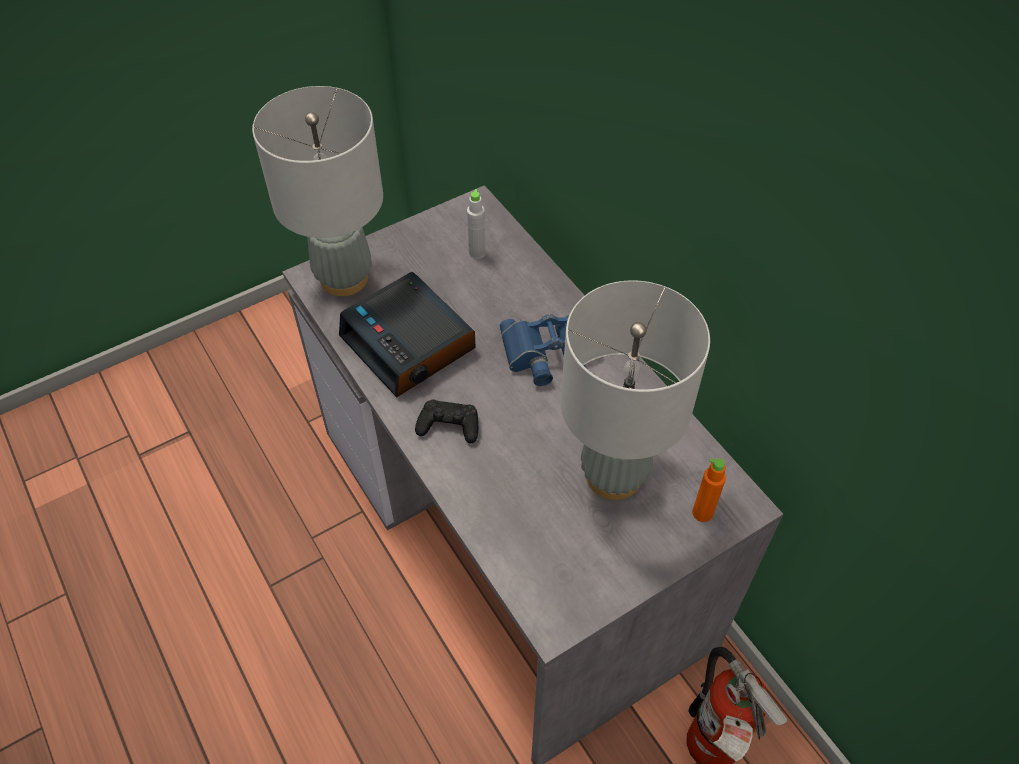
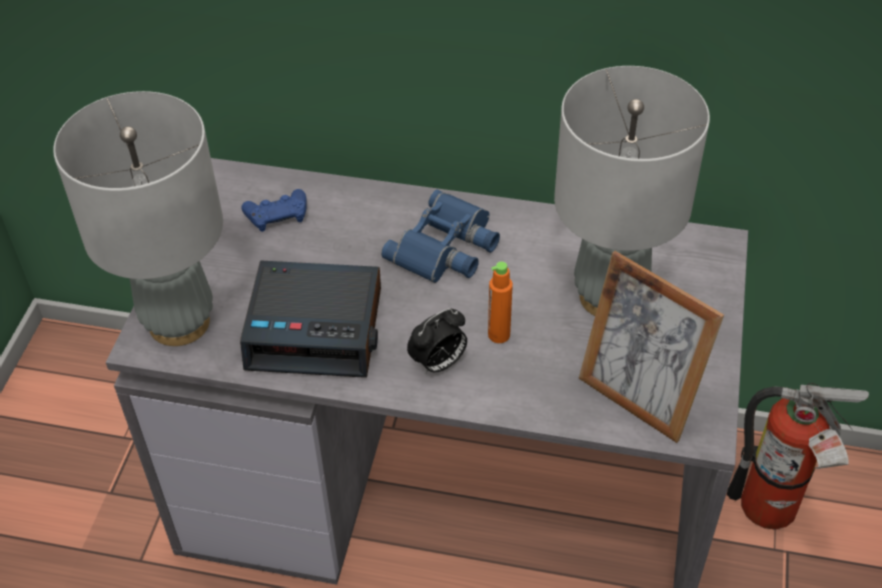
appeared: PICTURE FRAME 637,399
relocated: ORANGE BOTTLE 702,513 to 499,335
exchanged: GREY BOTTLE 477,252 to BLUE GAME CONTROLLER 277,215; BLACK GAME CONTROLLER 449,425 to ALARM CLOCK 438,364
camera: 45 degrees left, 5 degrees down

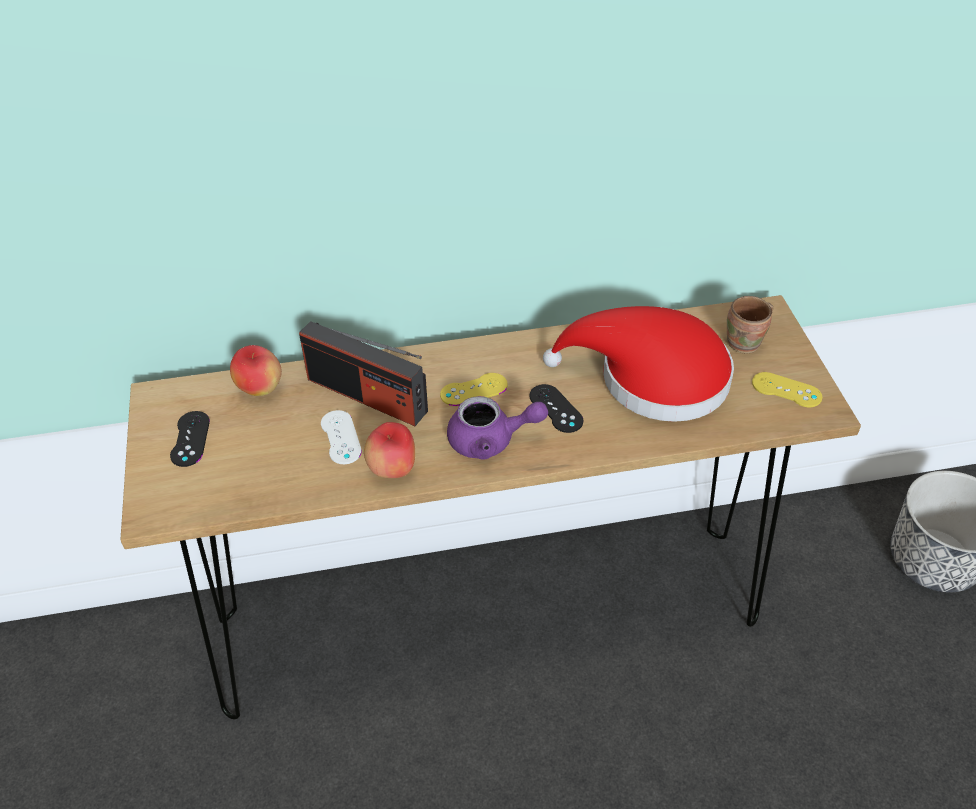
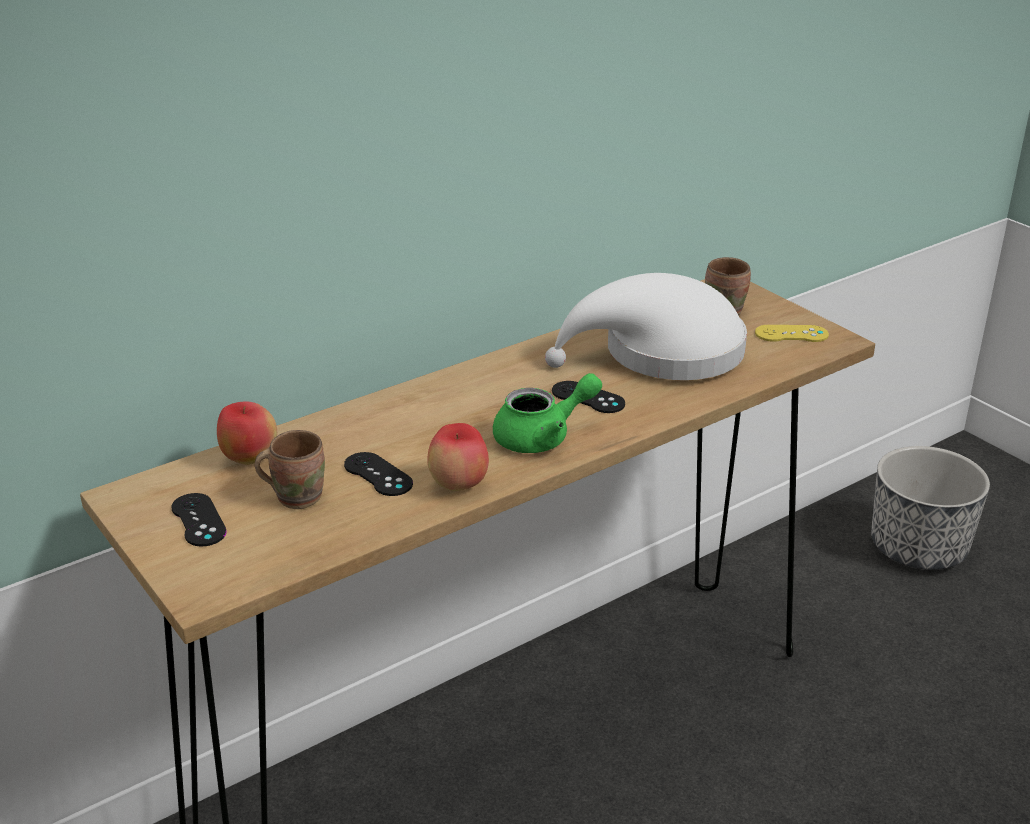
missing: RADIO 367,395; YELLOW GAME CONTROLLER 474,390
appeared: BROWN MUG 296,496
colour: WHITE GAME CONTROLLER 341,437 to BLACK GAME CONTROLLER 378,474; PURPLE TEAPOT 491,440 to GREEN TEAPOT 543,437; RED HAT 652,378 to WHITE HAT 662,354
camera: 25 degrees left, 15 degrees down

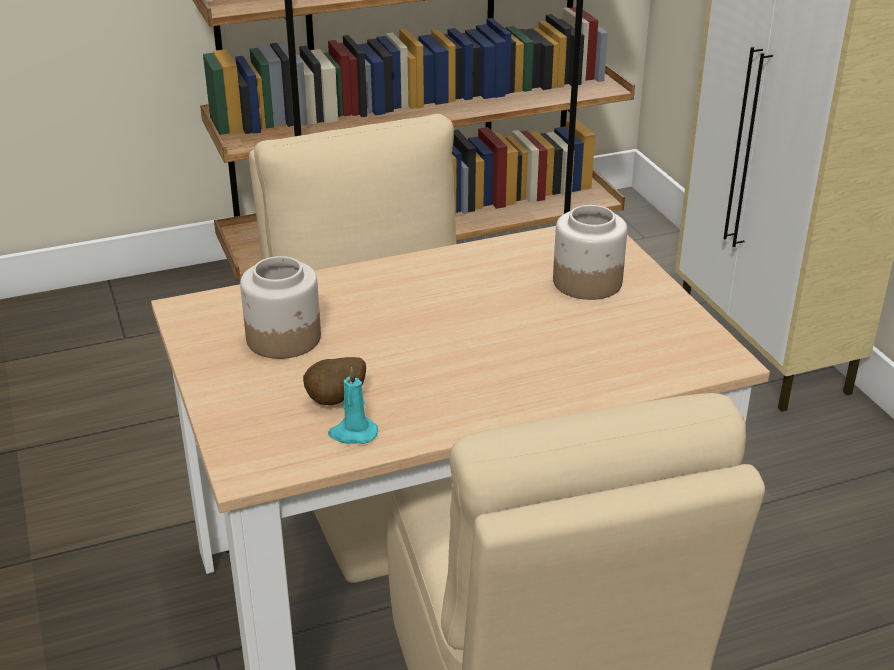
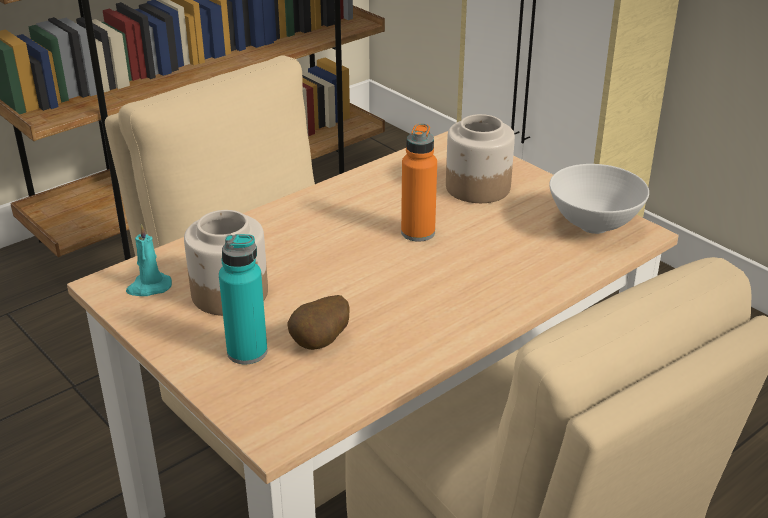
appeared: TURQUOISE BOTTLE 247,352; ORANGE BOTTLE 418,232; WHITE BOWL 594,226
relocated: TURQUOISE CANDLE 353,433 to 149,287
camera: 20 degrees left, 0 degrees up

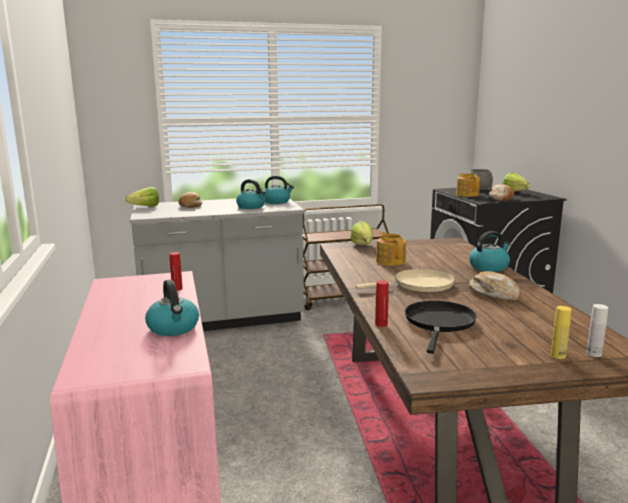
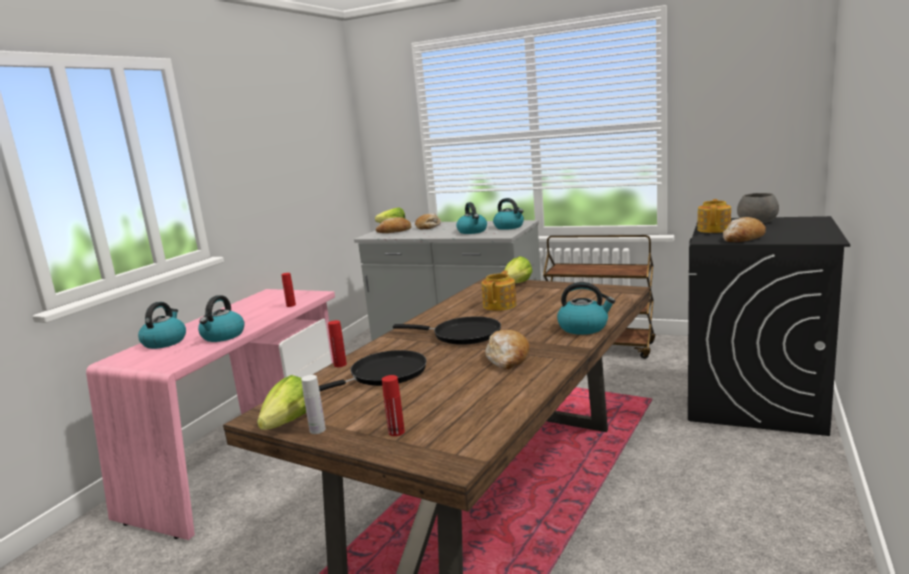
appeared: KETTLE 165,342; BREAD 395,231
relocated: LETTUCE 516,193 to 283,426; WHITE BOTTLE 594,353 to 317,430
colour: YELLOW BOTTLE 558,355 to RED BOTTLE 396,432; BEIGE FRYING PAN 419,285 to BLACK FRYING PAN 462,335
camera: 40 degrees right, 0 degrees up

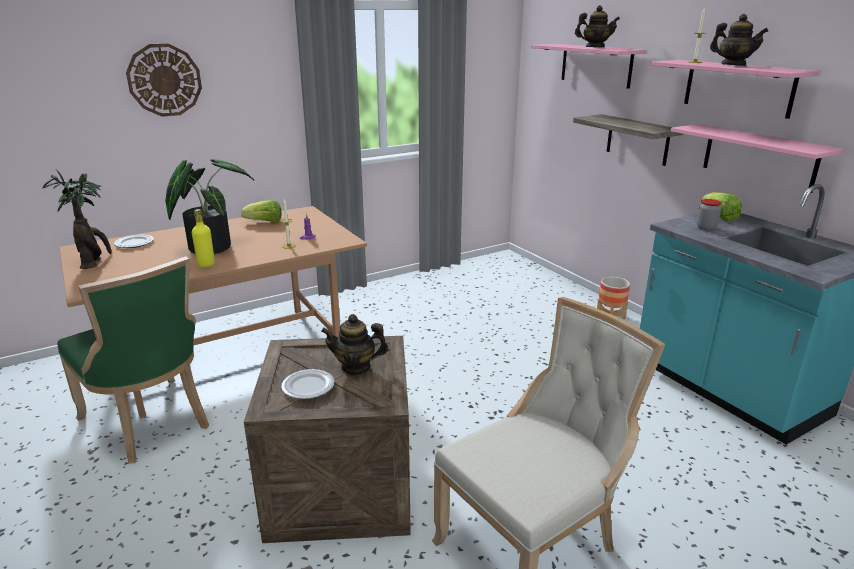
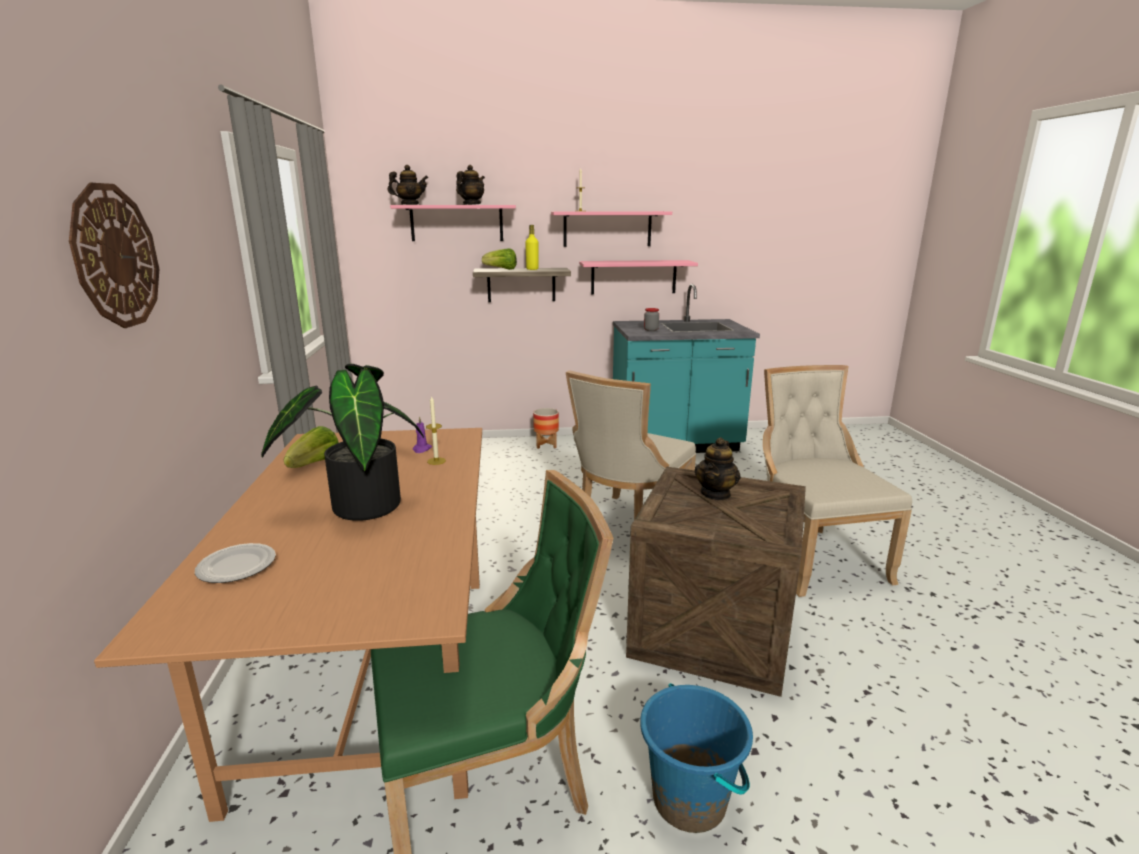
missing: POTTED PLANT 94,262; PLATE 307,386
appeared: BEIGE CHAIR 627,528; BLUE BUCKET 690,800
relocated: TEAPOT 733,65 to 409,204; LETTUCE 718,217 to 501,269; YELLOW BOTTLE 206,264 to 532,269
camera: 65 degrees left, 5 degrees down

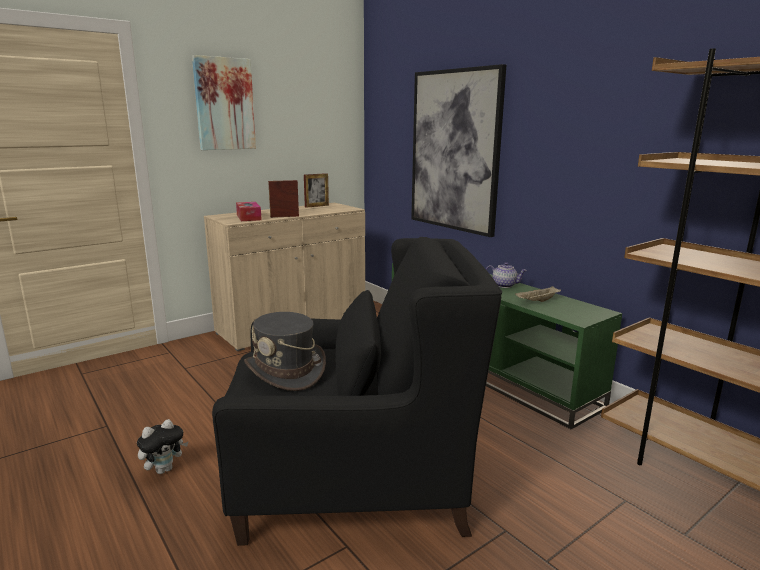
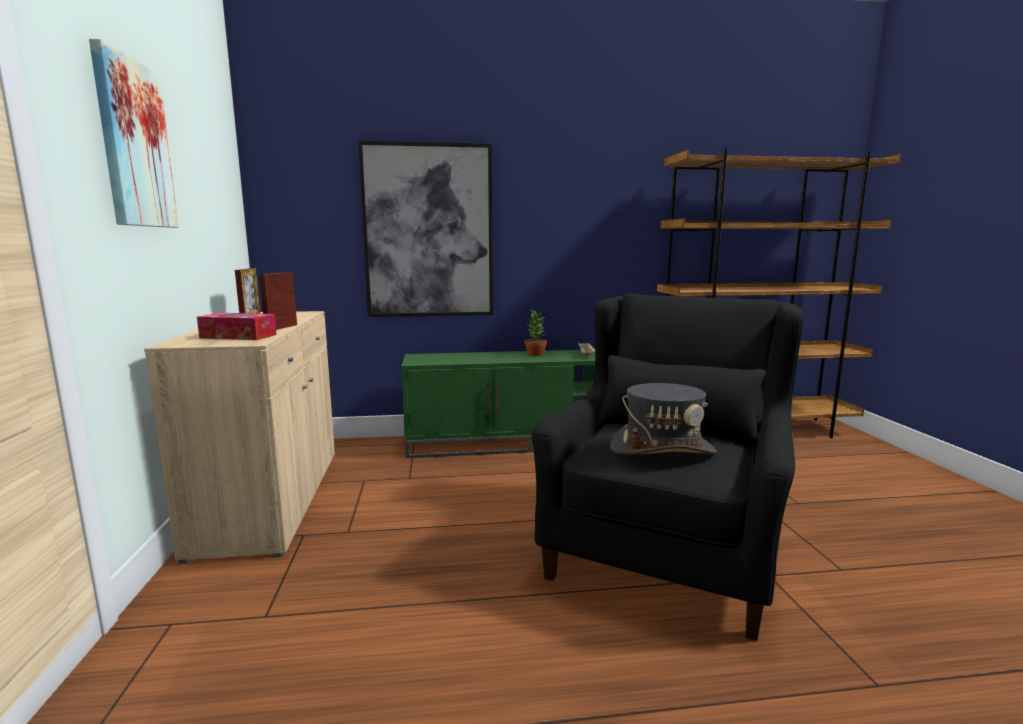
missing: PLUSH TOY 164,469
exchanged: TEAPOT 504,285 to POTTED PLANT 535,354
camera: 60 degrees left, 5 degrees down

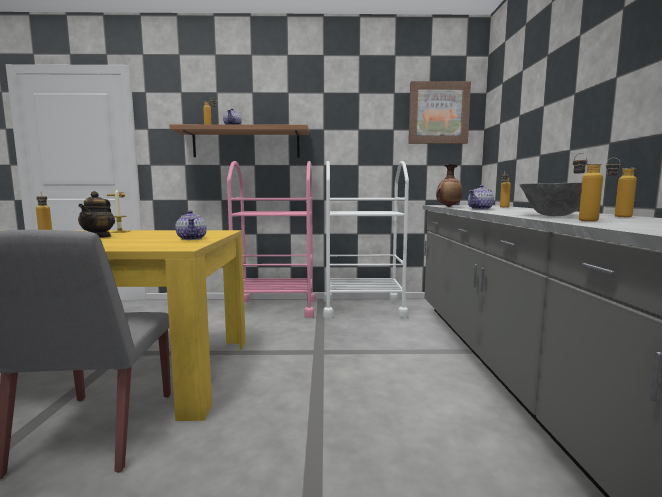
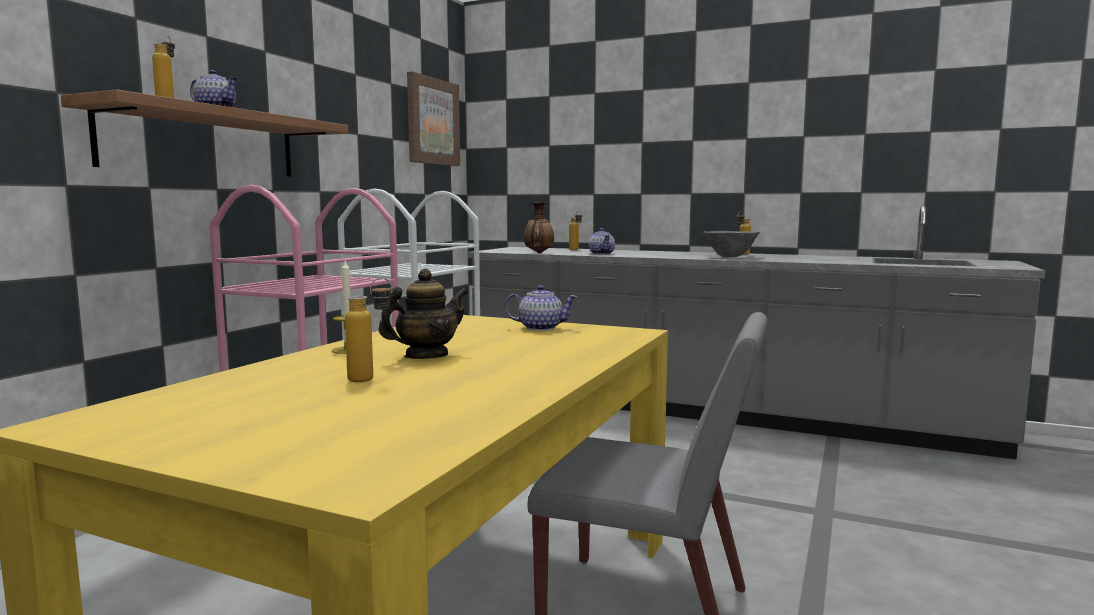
missing: BOTTLE 581,220
spun: TEAPOT 99,236 = 426,356 60 degrees counterclockwise
camera: 65 degrees left, 0 degrees up

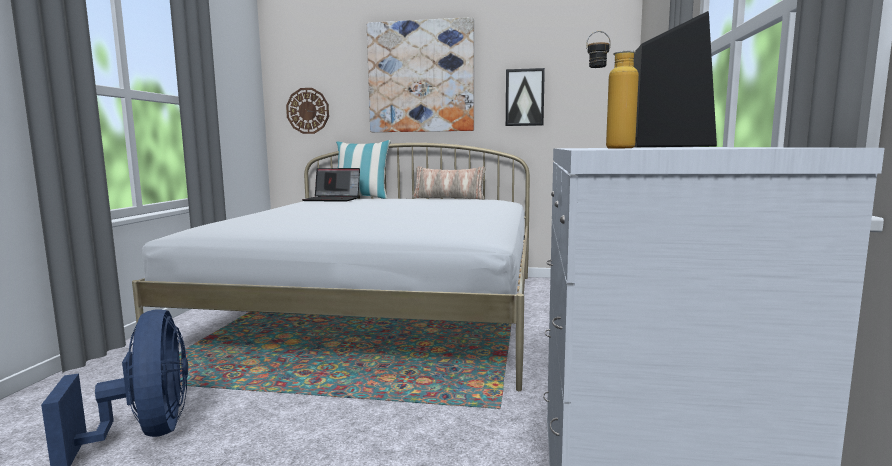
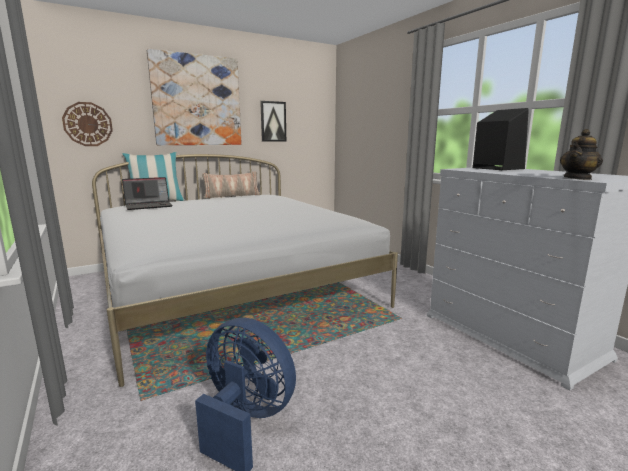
exchanged: BOTTLE 608,148 to TEAPOT 578,178
camera: 40 degrees left, 5 degrees up

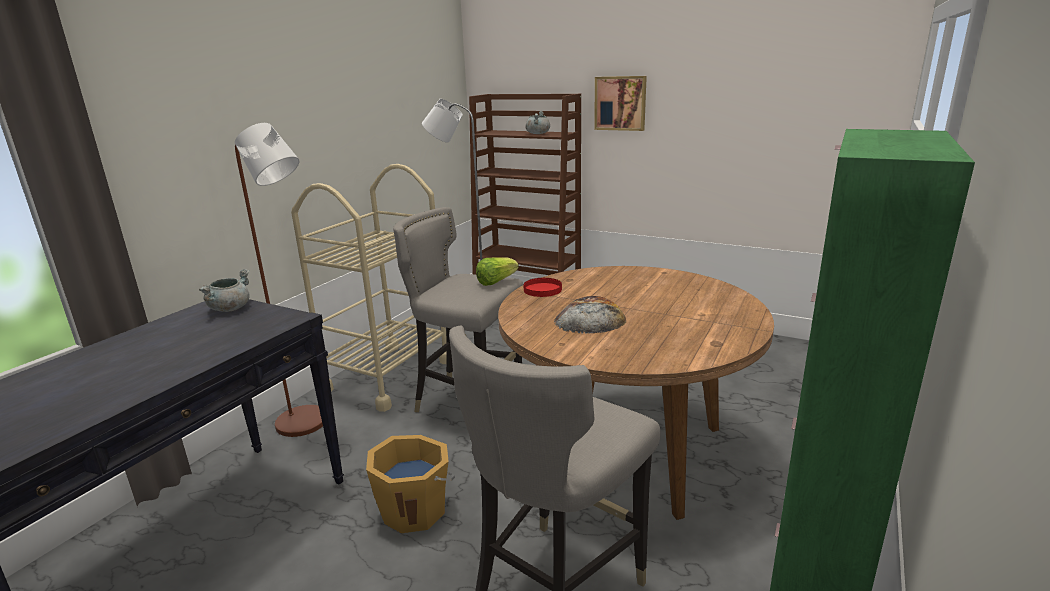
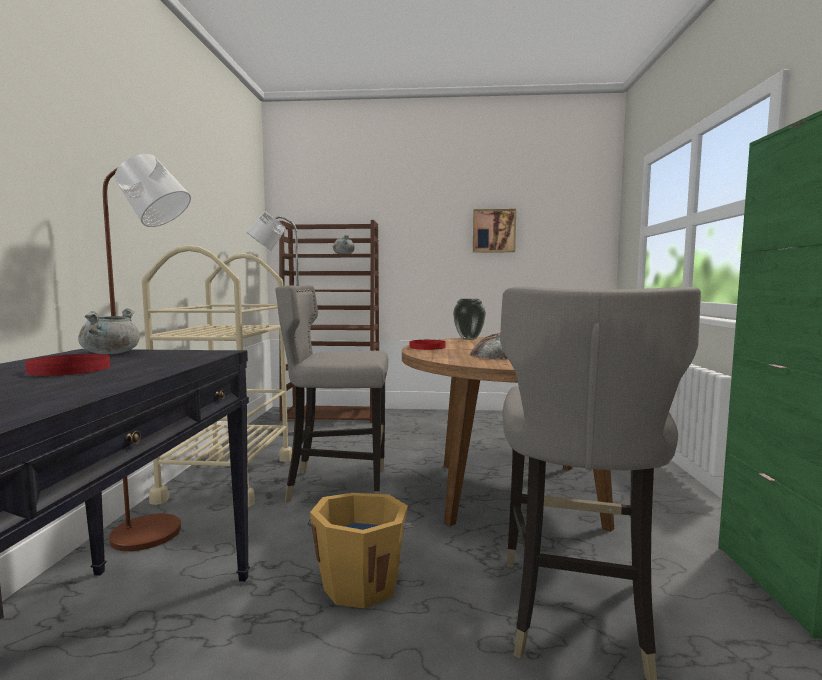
missing: LETTUCE 496,282
appeared: RED PLATE 70,369; VASE 469,339
relocated: PICTURE 620,103 to 493,231
camera: 25 degrees left, 15 degrees down

